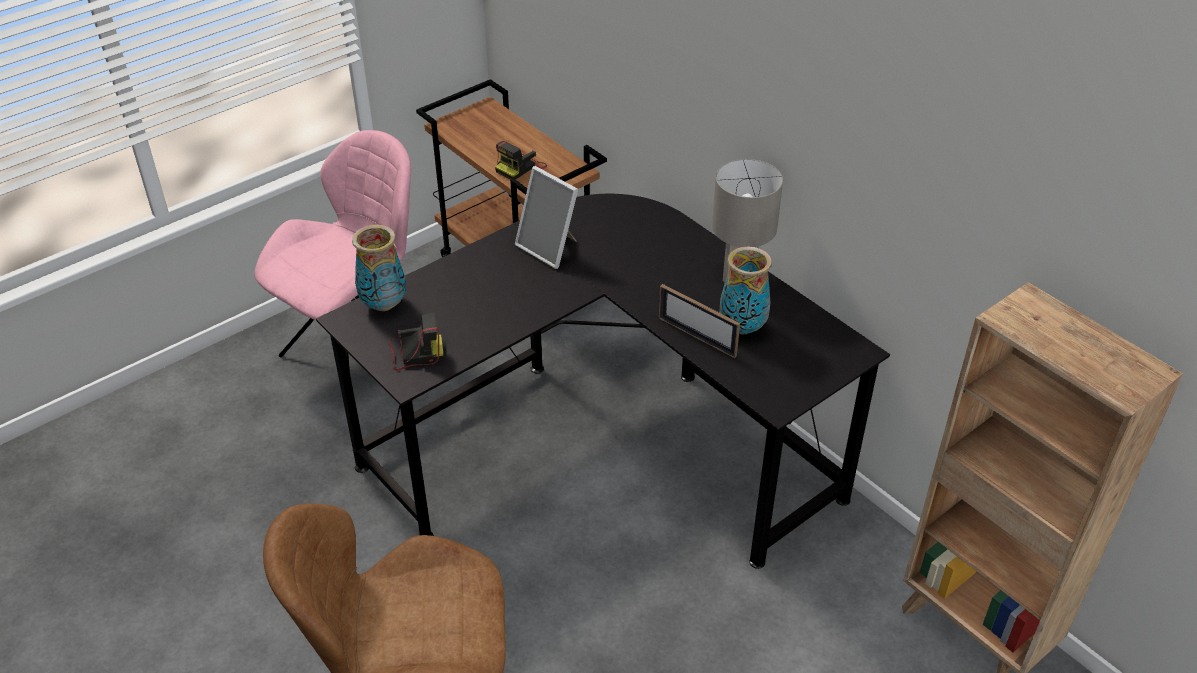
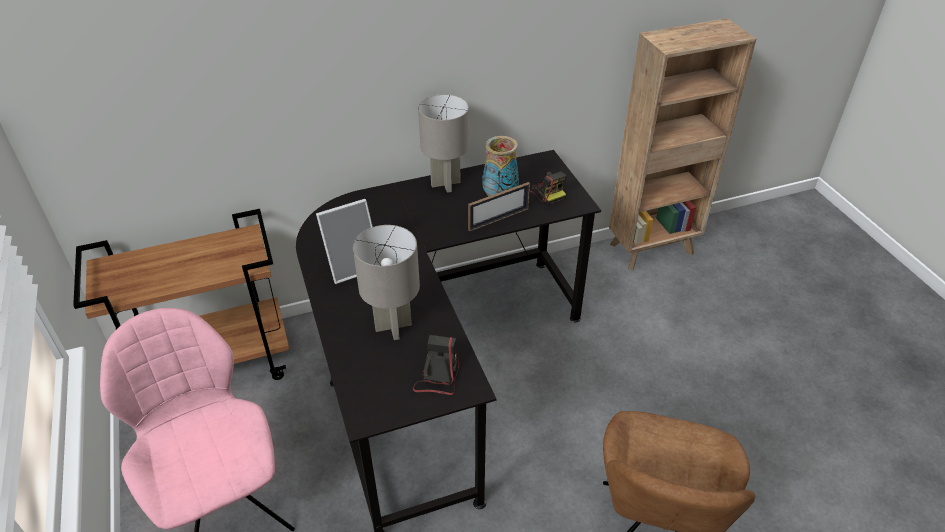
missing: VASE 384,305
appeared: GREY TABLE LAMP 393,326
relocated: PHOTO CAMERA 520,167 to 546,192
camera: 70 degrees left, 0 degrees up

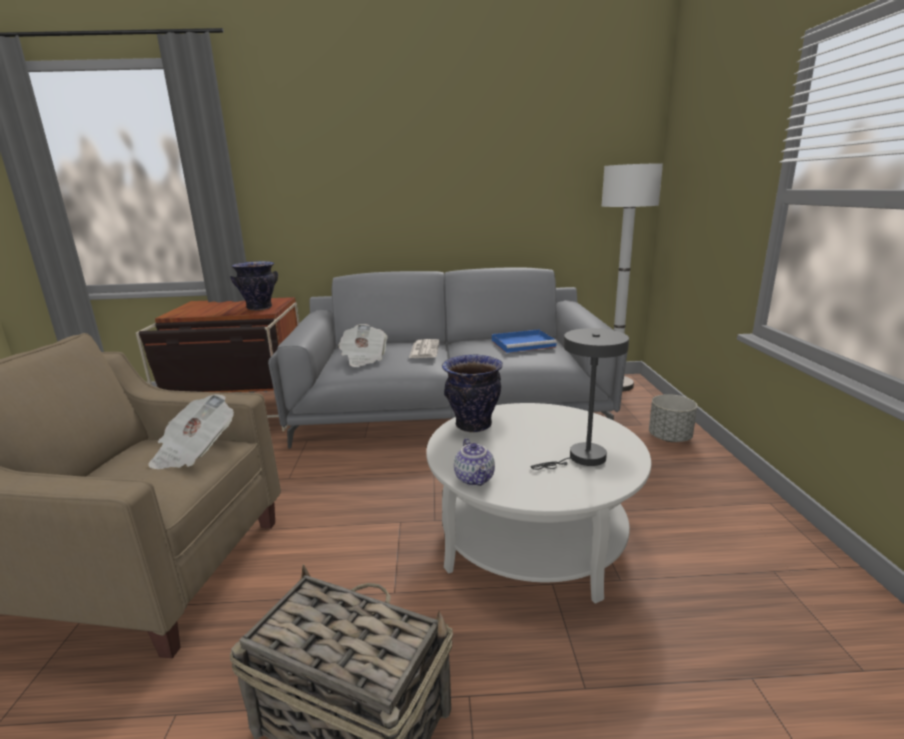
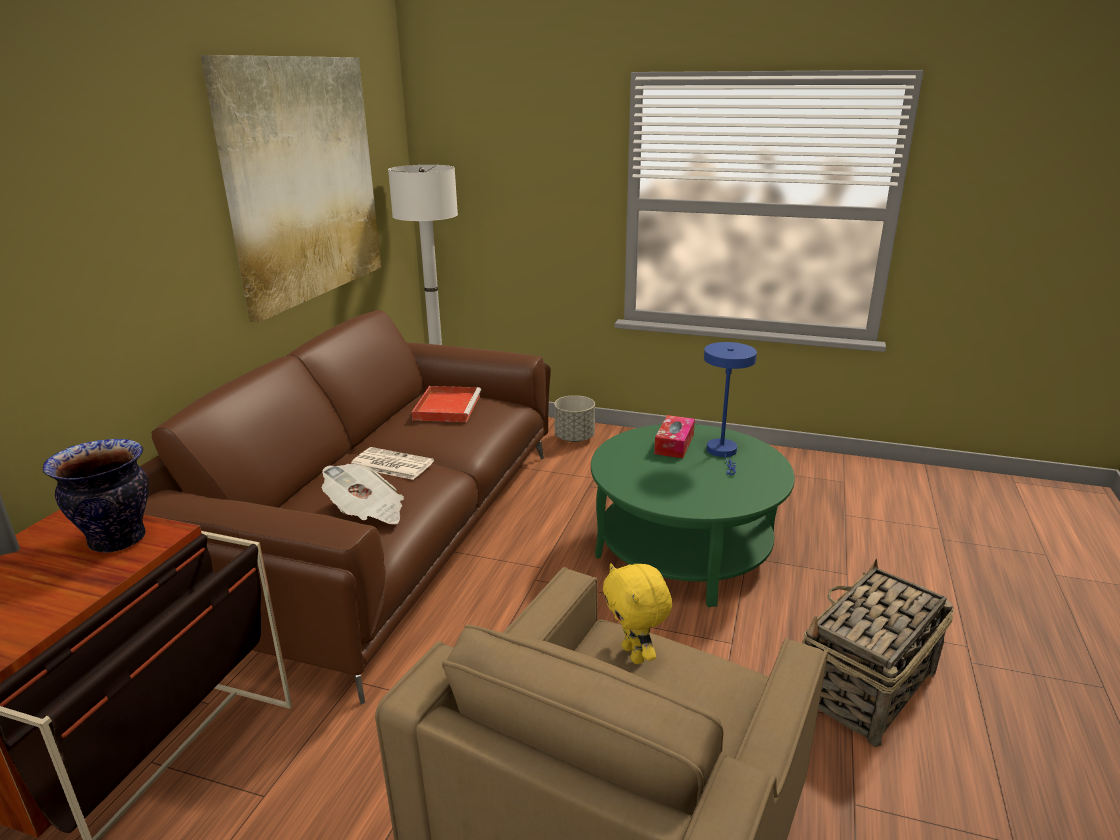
missing: VASE 473,425; TEAPOT 475,479
appeared: PICTURE 303,180; TISSUE BOX 674,444
exchanged: NEWSPAPER 194,451 to YELLOW PLUSH TOY 635,654
colour: GREY SOFA 450,409 to BROWN SOFA 388,535; BLUE TRAY 524,343 to RED TRAY 447,406; WHITE COFFEE TABLE 532,536 to GREEN COFFEE TABLE 684,549; GREY TABLE LAMP 582,458 to BLUE TABLE LAMP 723,453
camera: 70 degrees left, 5 degrees up

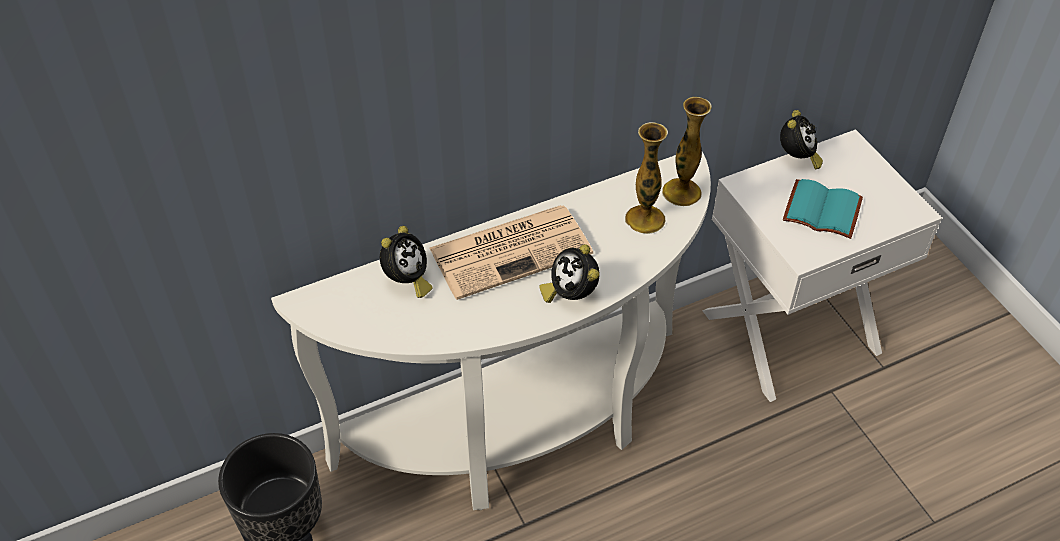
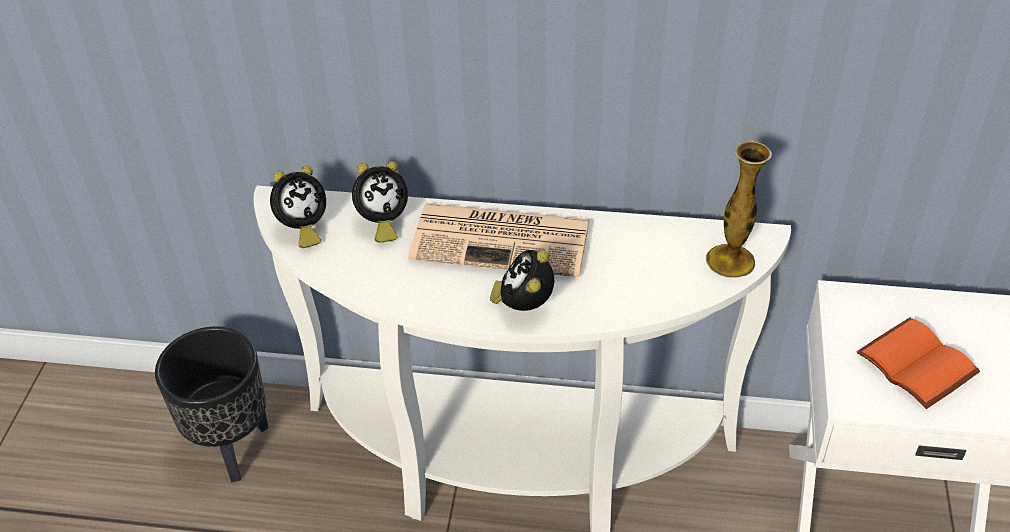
missing: VASE 645,219
relocated: ALARM CLOCK 797,158 to 302,229
colour: TURQUOISE BOOK 824,209 to ORANGE BOOK 920,364
camera: 35 degrees right, 5 degrees down

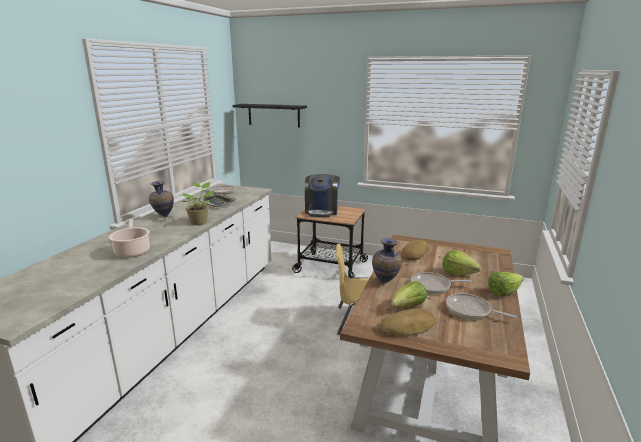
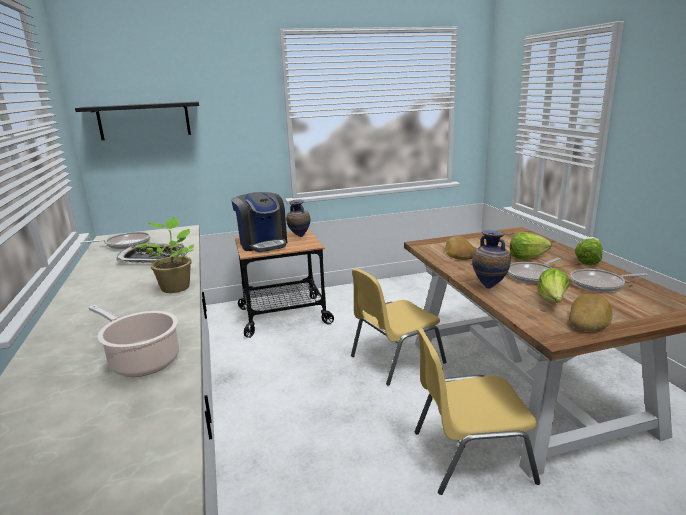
appeared: YELLOW CHAIR 469,455
relocated: VASE 163,216 to 299,237
camera: 35 degrees left, 0 degrees up

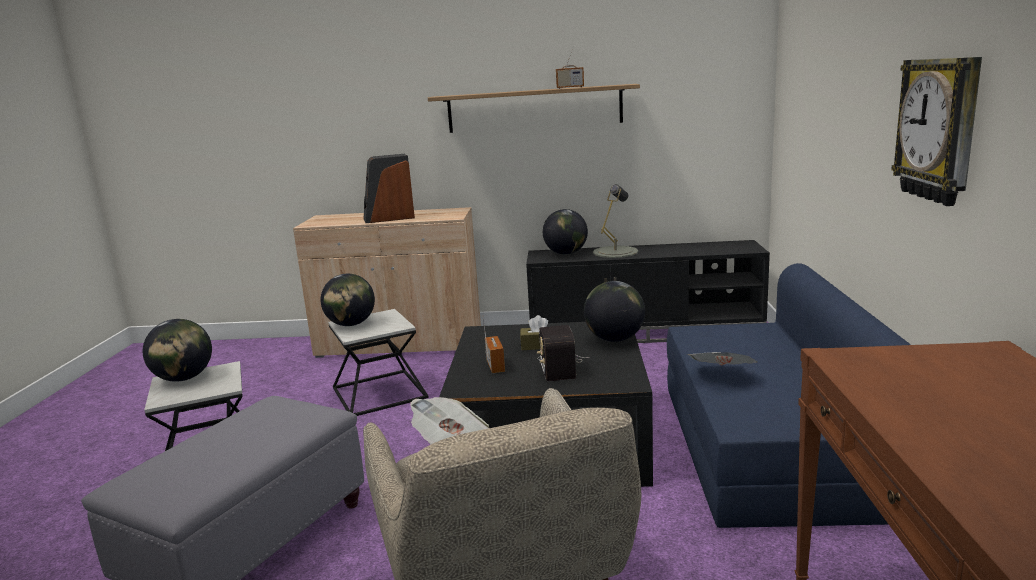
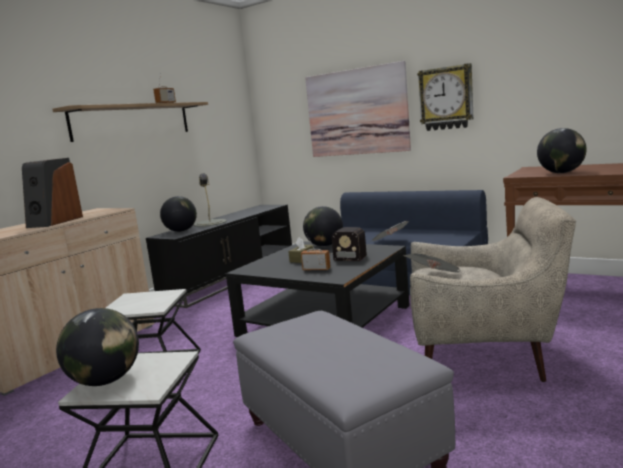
appeared: PICTURE 357,112
relocated: GLOBE 351,324 to 561,173
camera: 60 degrees left, 5 degrees down

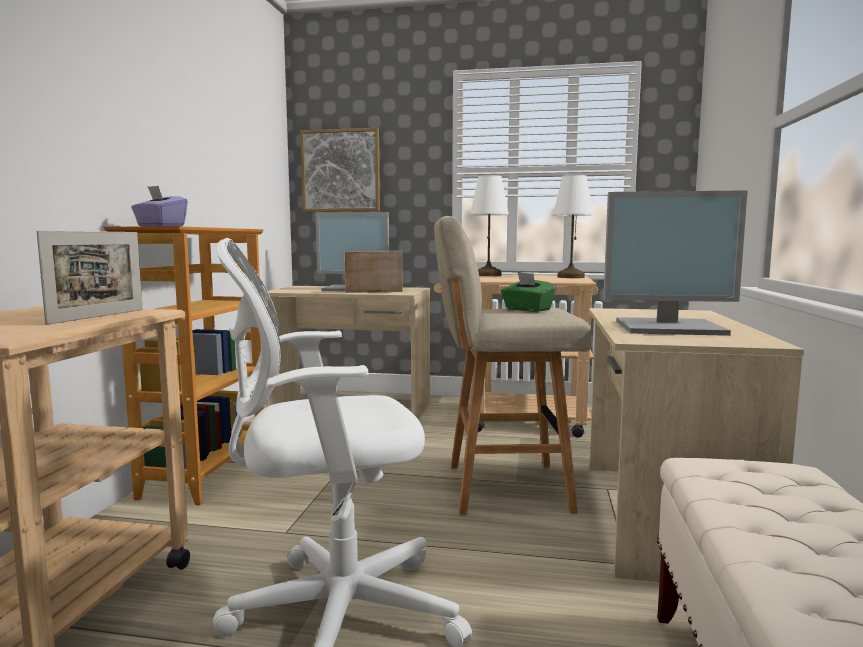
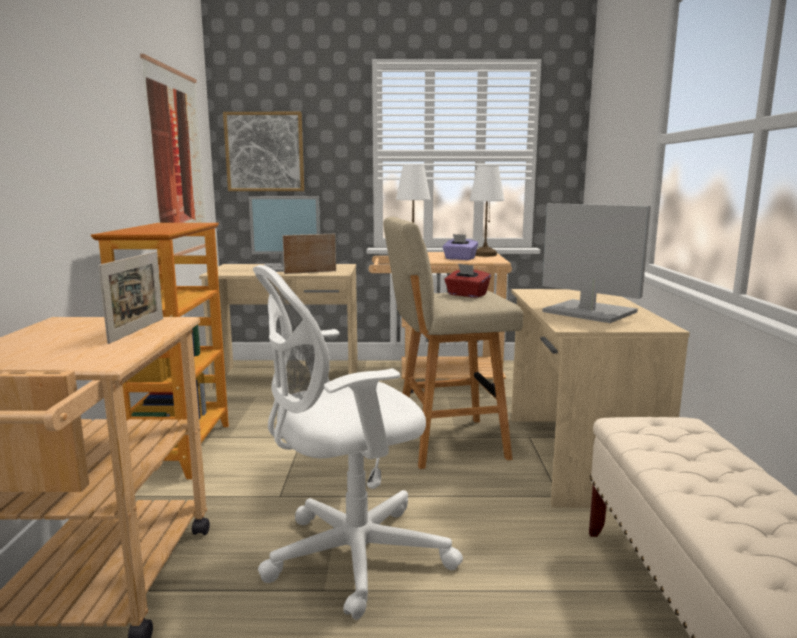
appeared: PICTURE 177,163
relocated: PURPLE TISSUE BOX 160,226 to 459,259
colour: GREEN TISSUE BOX 527,309 to RED TISSUE BOX 466,295
spun: MONITOR 670,327 = 587,312 135 degrees counterclockwise
camera: 10 degrees left, 5 degrees up

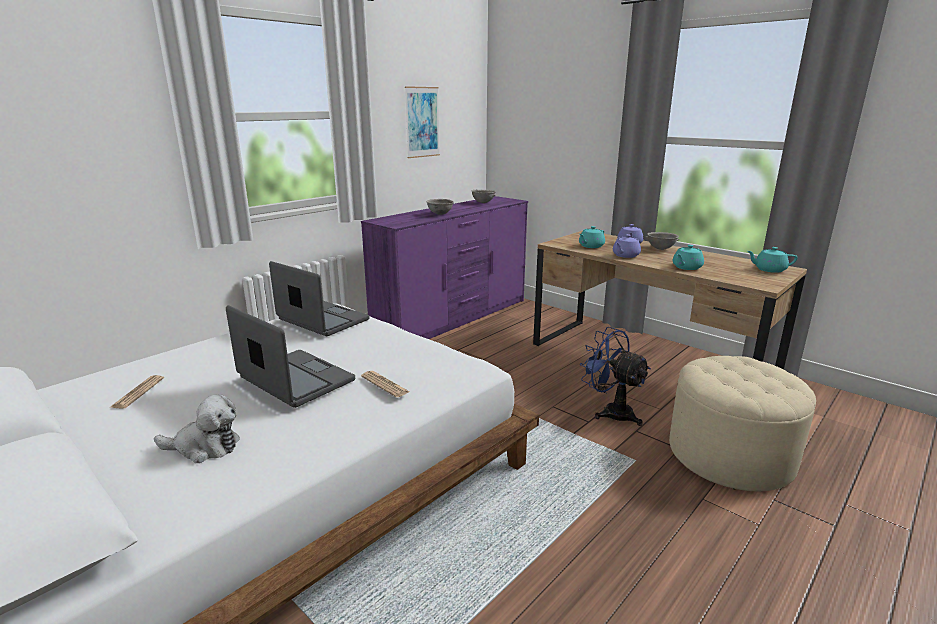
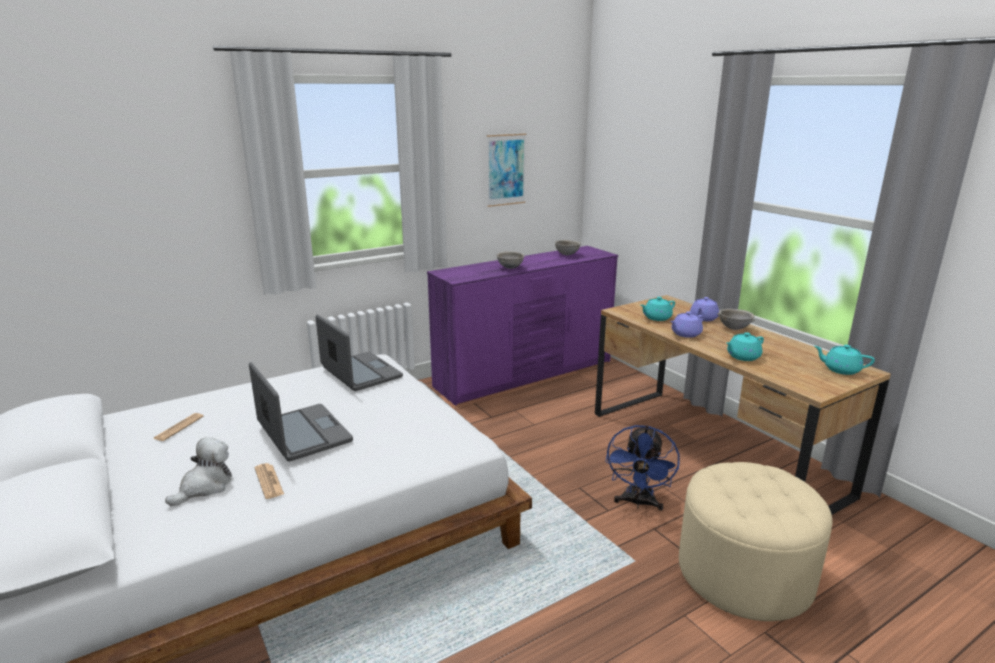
relocated: NEWSPAPER 385,384 to 269,481
spun: PLUSH TOY 204,447 = 205,487 75 degrees counterclockwise; BLUE FAN 611,411 = 638,503 135 degrees counterclockwise
camera: 15 degrees right, 0 degrees up

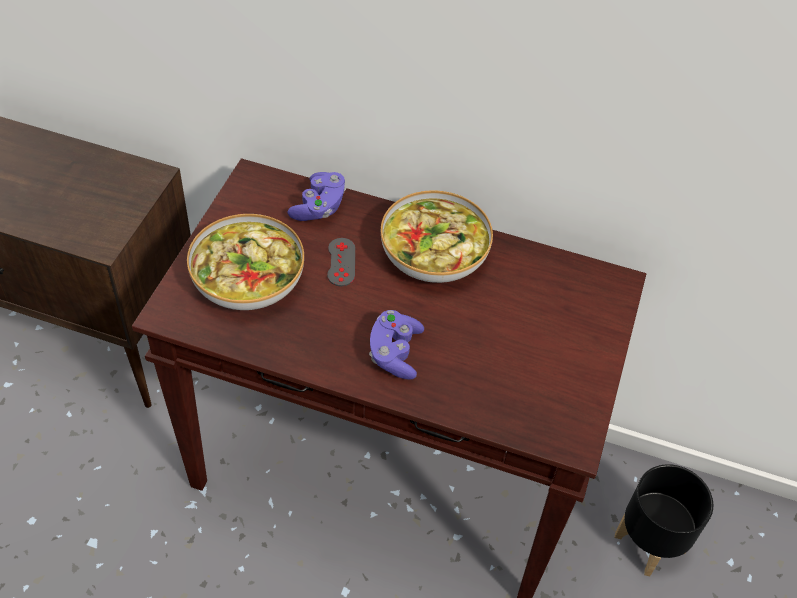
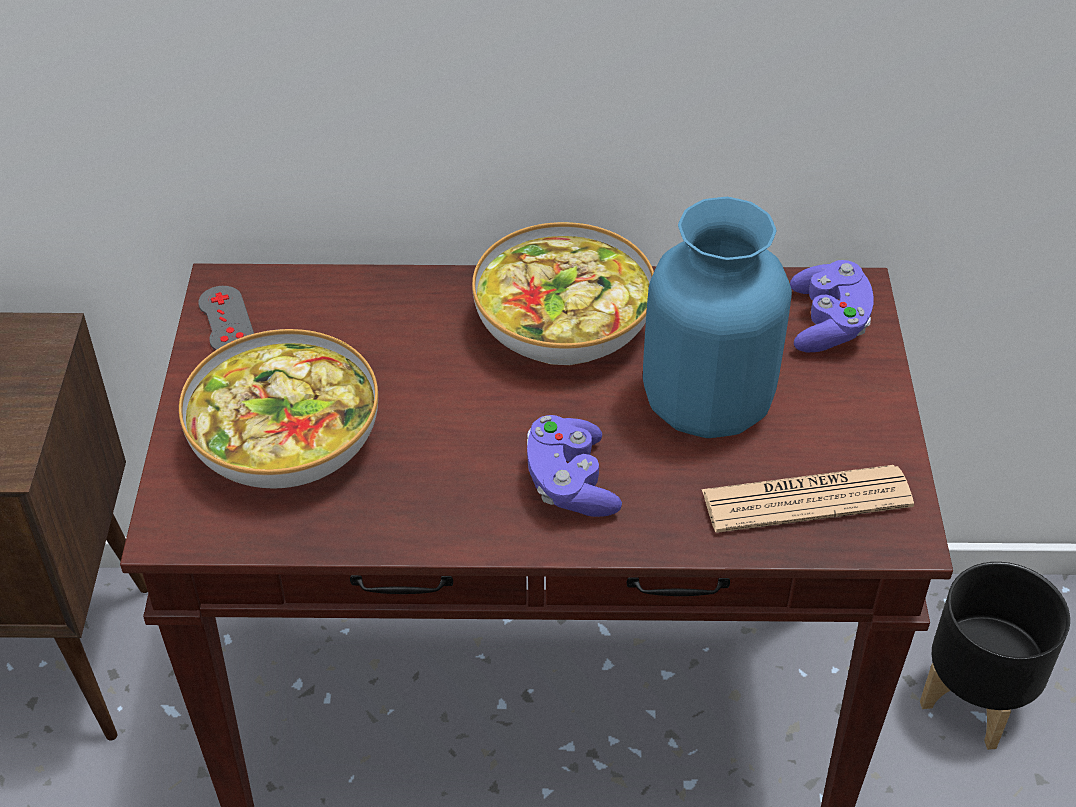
appeared: BLUE VASE 707,403; NEWSPAPER 806,500
relocated: GREY GAME CONTROLLER 341,262 to 226,320; PURPLE GAME CONTROLLER 319,207 to 828,324
camera: 15 degrees left, 5 degrees down

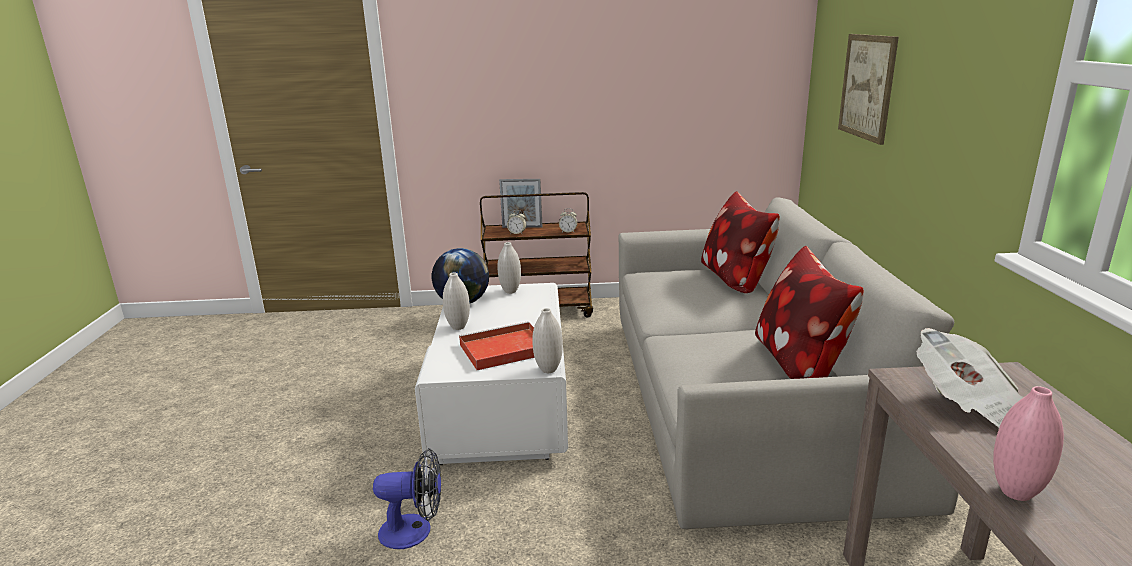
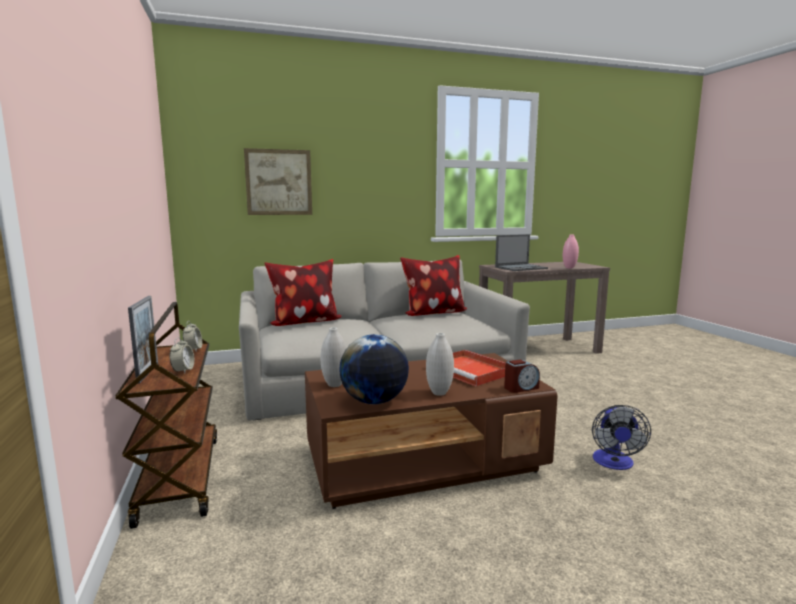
missing: WHITE VASE 548,370
appeared: ALARM CLOCK 520,388
exchanged: NEWSPAPER 967,404 to LAPTOP 521,268
colour: WHITE COFFEE TABLE 503,403 to BROWN COFFEE TABLE 423,461
spun: FAN 415,531 = 614,463 150 degrees counterclockwise
camera: 105 degrees left, 10 degrees down

